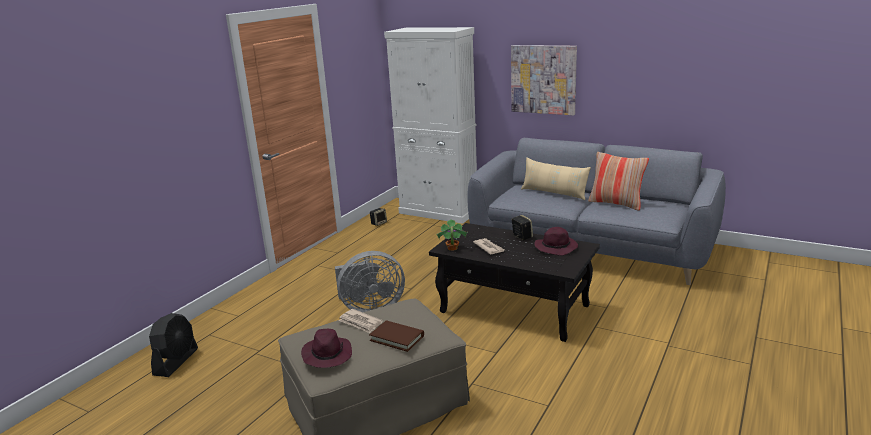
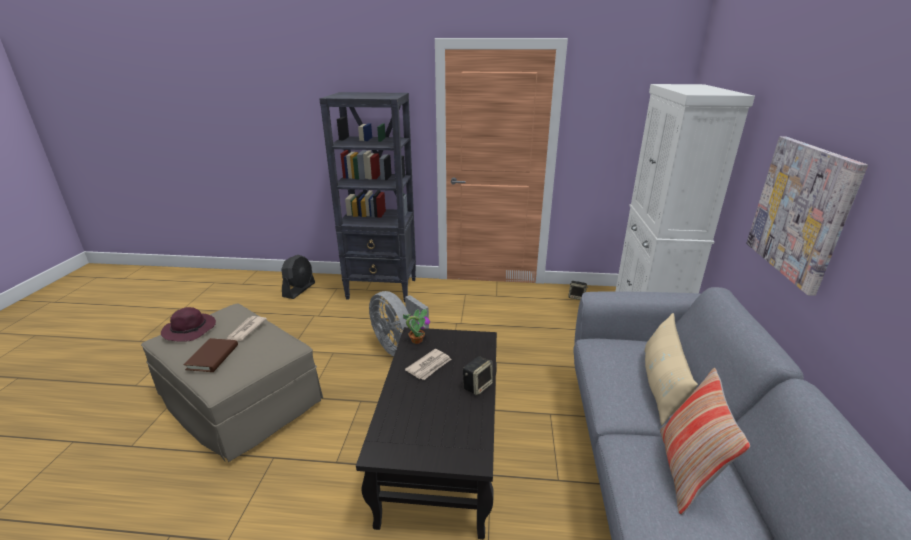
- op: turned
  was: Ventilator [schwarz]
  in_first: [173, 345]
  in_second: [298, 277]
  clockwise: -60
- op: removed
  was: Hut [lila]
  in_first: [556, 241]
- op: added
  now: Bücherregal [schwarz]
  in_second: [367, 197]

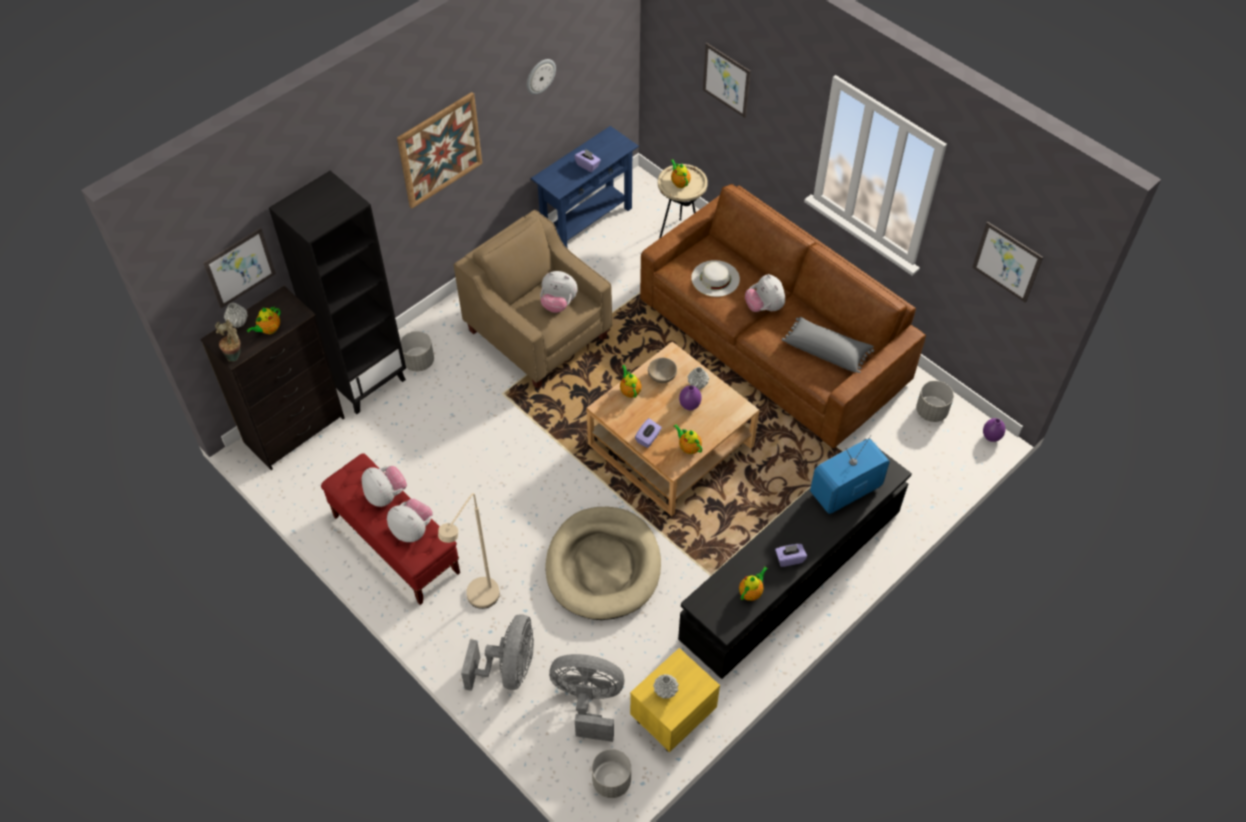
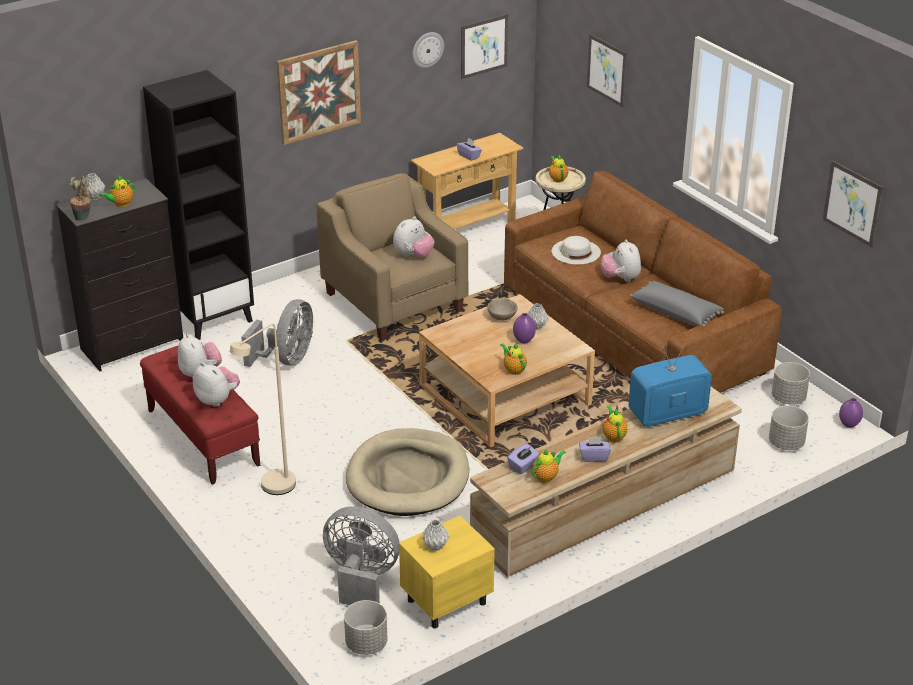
- op: moved
  was: Bild
  in_first: [239, 268]
  in_second: [484, 46]
- op: moved
  was: Pflanzkübel [grau]
  in_first: [417, 351]
  in_second: [789, 428]
- op: moved
  was: Ventilator [grau]
  in_first: [497, 652]
  in_second: [277, 333]
- op: recoloured
  was: Konsolentisch [blau]
  now: Konsolentisch [beige]
  in_first: [585, 186]
  in_second: [467, 181]
- op: turned
  was: Plüschtier
  in_first: [559, 292]
  in_second: [414, 236]
  clockwise: -75
- op: moved
  was: Teekanne
  in_first: [631, 381]
  in_second: [615, 424]
- op: moved
  was: Taschentuchbox [lila]
  in_first: [648, 433]
  in_second: [523, 458]
- op: recoloured
  was: Fernsehschrank [schwarz]
  now: Fernsehschrank [beige]
  in_first: [795, 559]
  in_second: [606, 482]

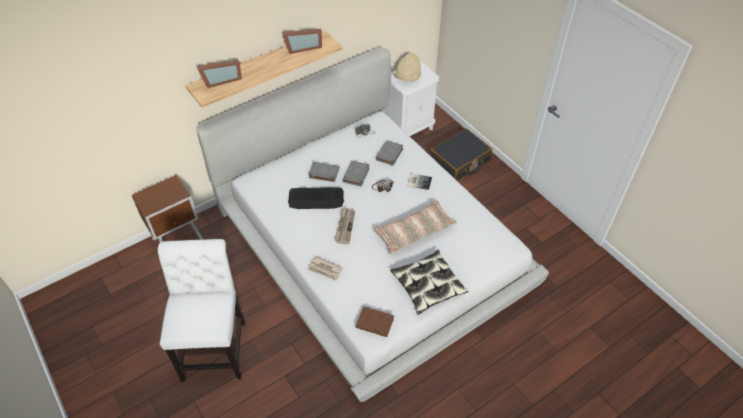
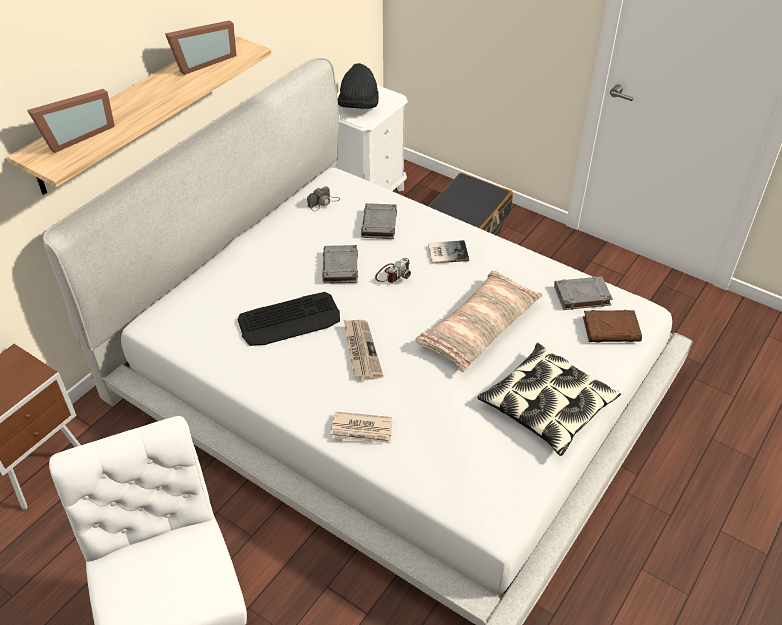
- op: moved
  was: Buch [grau]
  in_first: [323, 172]
  in_second: [583, 293]
- op: moved
  was: Buch [braun]
  in_first: [375, 321]
  in_second: [612, 326]
- op: recoloured
  was: Hut [beige]
  now: Hut [schwarz]
  in_first: [407, 67]
  in_second: [358, 86]

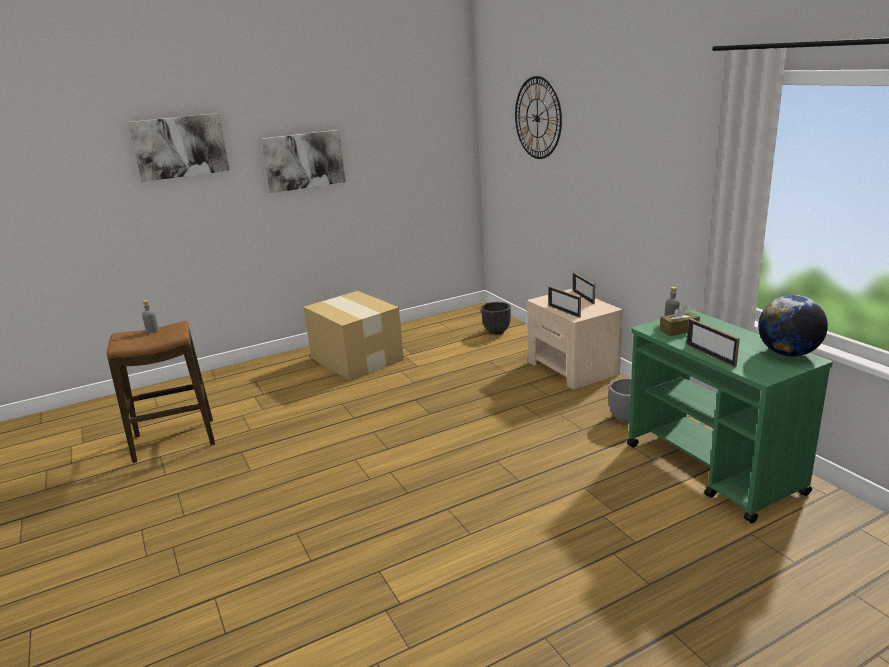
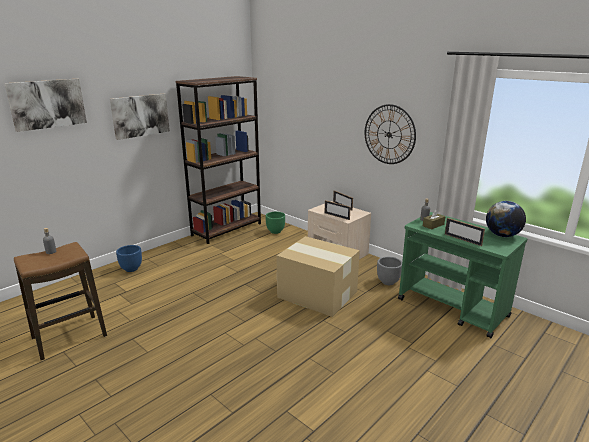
- op: moved
  was: Karton
  in_first: [353, 336]
  in_second: [318, 276]
- op: recoloured
  was: Pflanzkübel [schwarz]
  now: Pflanzkübel [grün]
  in_first: [496, 318]
  in_second: [275, 223]
- op: moved
  was: Wanduhr
  in_first: [538, 117]
  in_second: [390, 134]
- op: added
  now: Pflanzkübel [blau]
  in_second: [129, 258]
- op: added
  now: Bücherregal [braun]
  in_second: [218, 160]

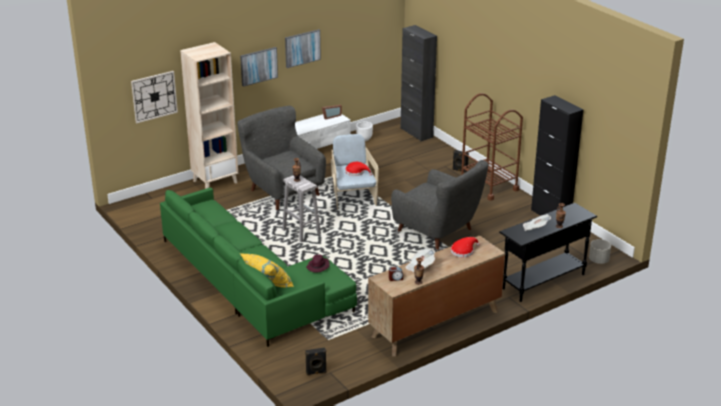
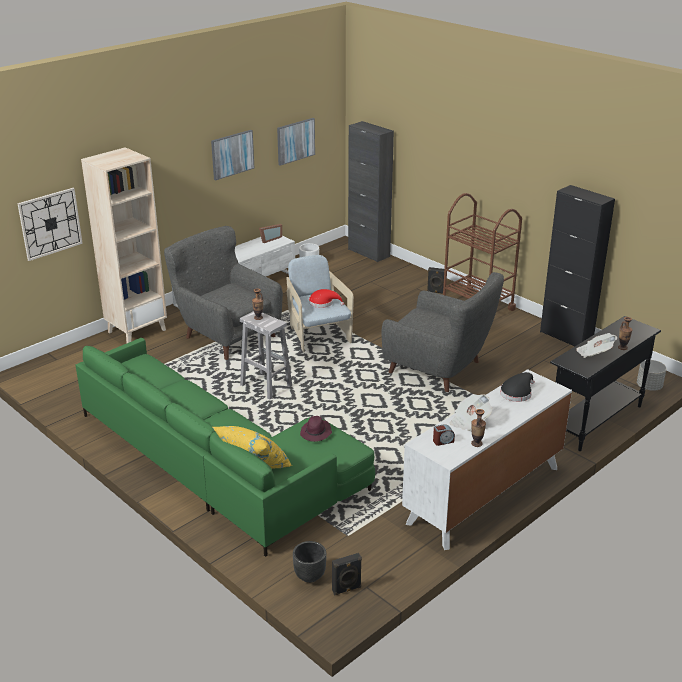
- op: moved
  was: Bild
  in_first: [259, 67]
  in_second: [296, 142]
- op: recoloured
  was: Kommode [braun]
  now: Kommode [weiß]
  in_first: [436, 296]
  in_second: [487, 459]
- op: recoloured
  was: Hut [rot]
  now: Hut [schwarz]
  in_first: [465, 247]
  in_second: [517, 387]
- op: added
  now: Pflanzkübel [schwarz]
  in_second: [309, 562]

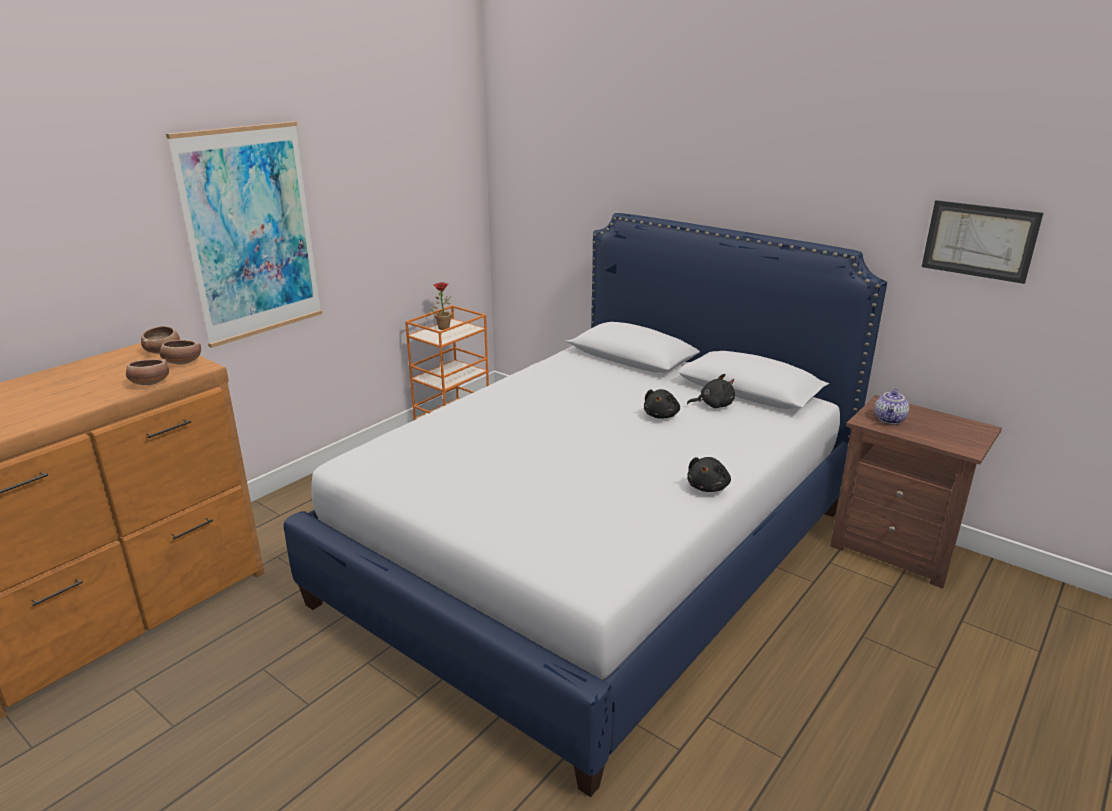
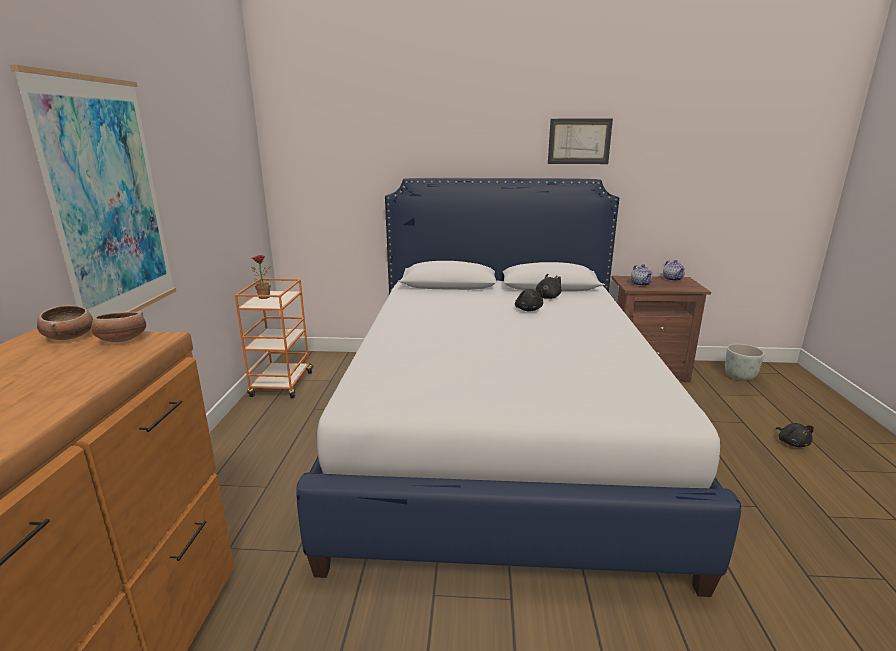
- op: removed
  was: Schüssel
  in_first: [147, 372]
- op: moved
  was: Plüschtier [schwarz]
  in_first: [709, 474]
  in_second: [795, 435]
- op: moved
  was: Bild
  in_first: [982, 242]
  in_second: [580, 141]
- op: added
  now: Teekanne
  in_second: [674, 270]
- op: added
  now: Pflanzkübel [grau]
  in_second: [745, 362]

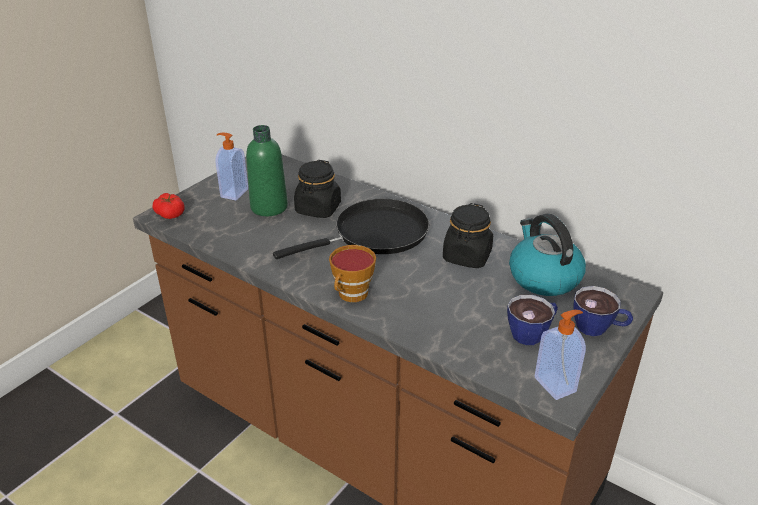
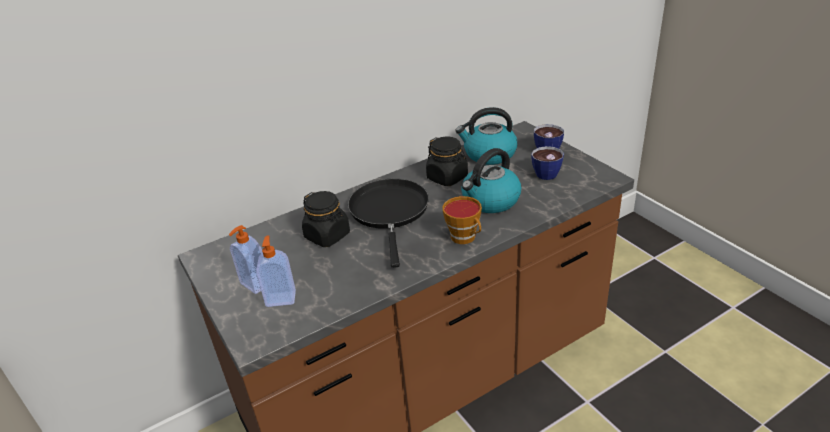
- op: removed
  was: Tomate
  in_first: [168, 206]
- op: removed
  was: Flasche [grün]
  in_first: [267, 170]
- op: moved
  was: Seifenspender
  in_first: [560, 355]
  in_second: [276, 271]
- op: added
  now: Wasserkessel
  in_second: [491, 180]

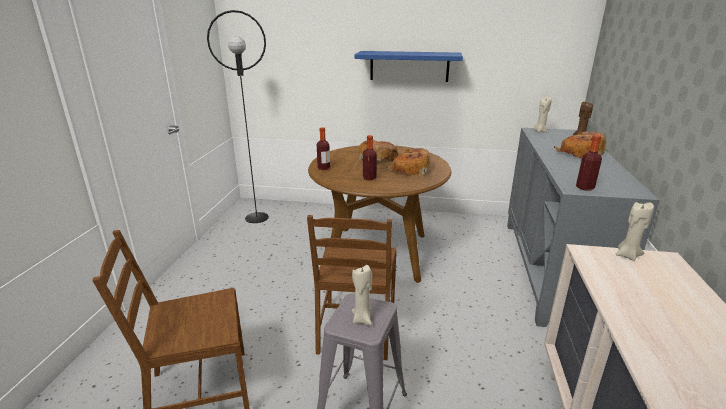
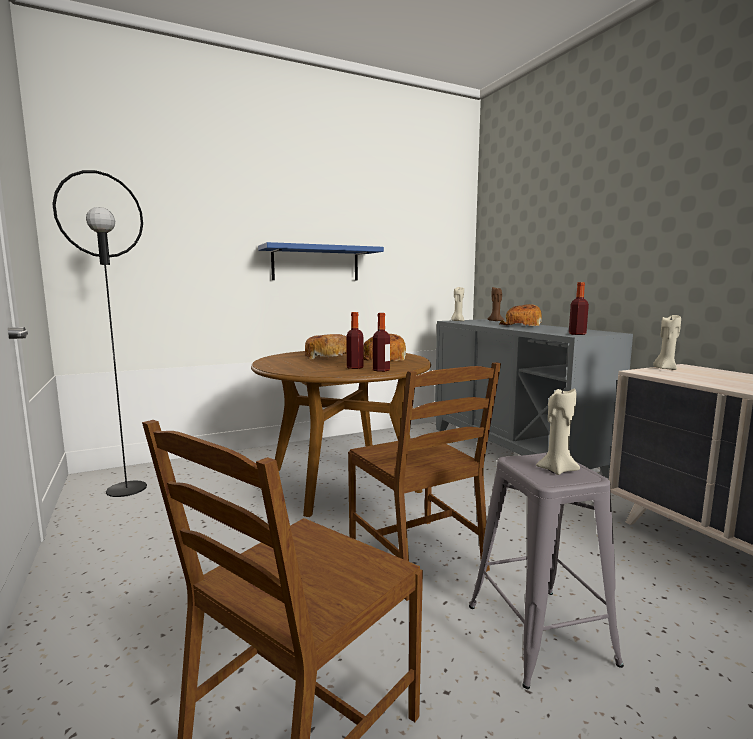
- op: moved
  was: Flasche
  in_first: [323, 148]
  in_second: [381, 342]

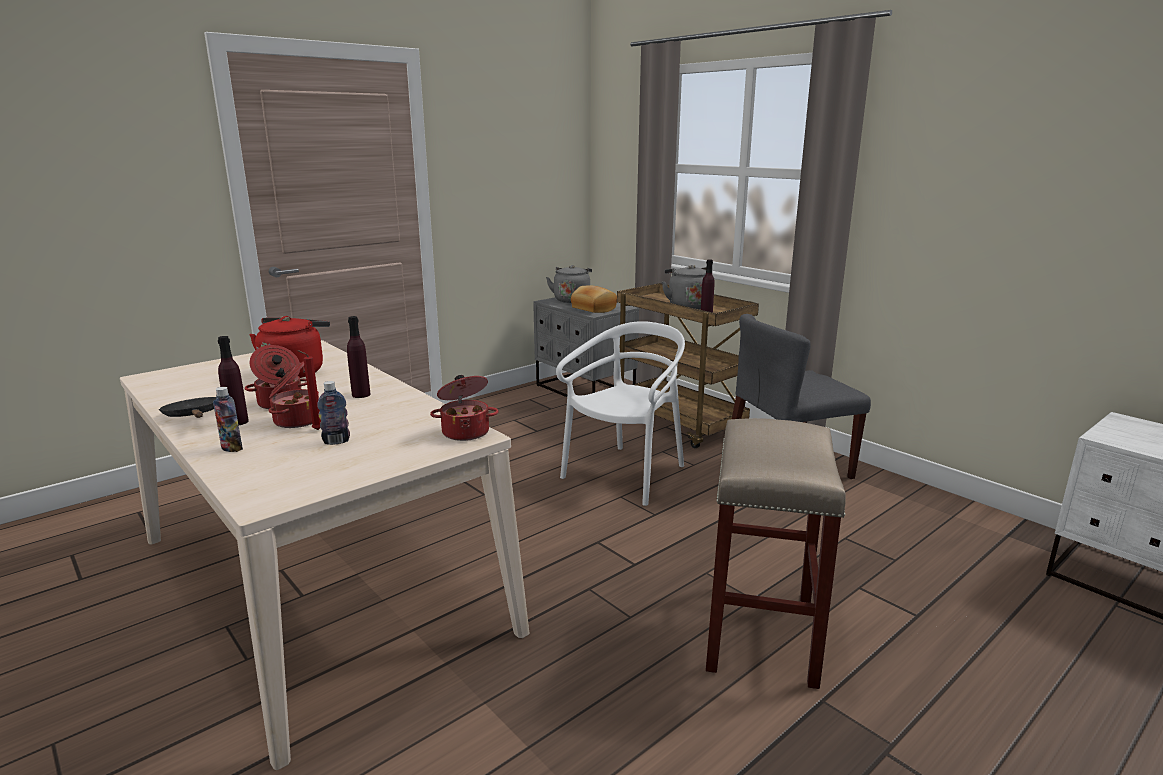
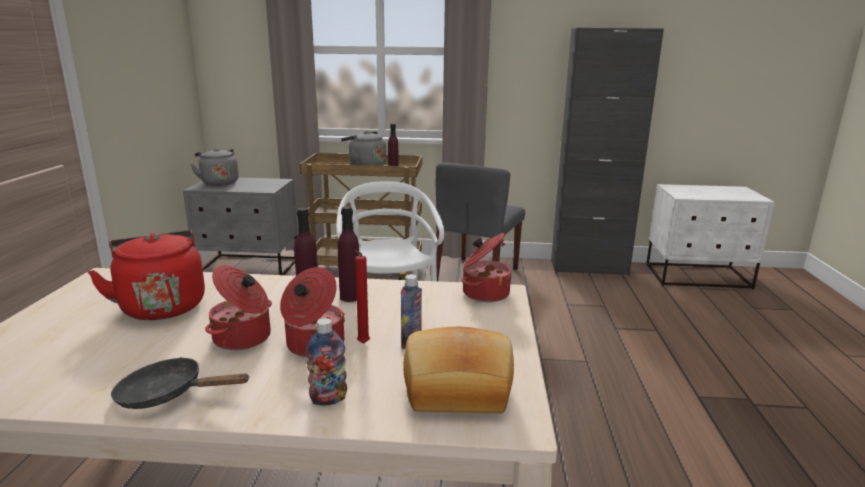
- op: moved
  was: Flasche [lila]
  in_first: [233, 380]
  in_second: [348, 254]
- op: moved
  was: Brot
  in_first: [594, 299]
  in_second: [458, 370]
- op: removed
  was: Hocker [beige]
  in_first: [776, 553]
- op: added
  now: Schrank [schwarz]
  in_second: [607, 152]

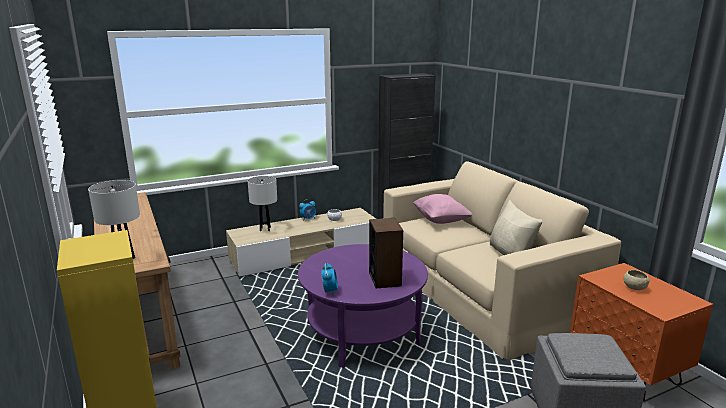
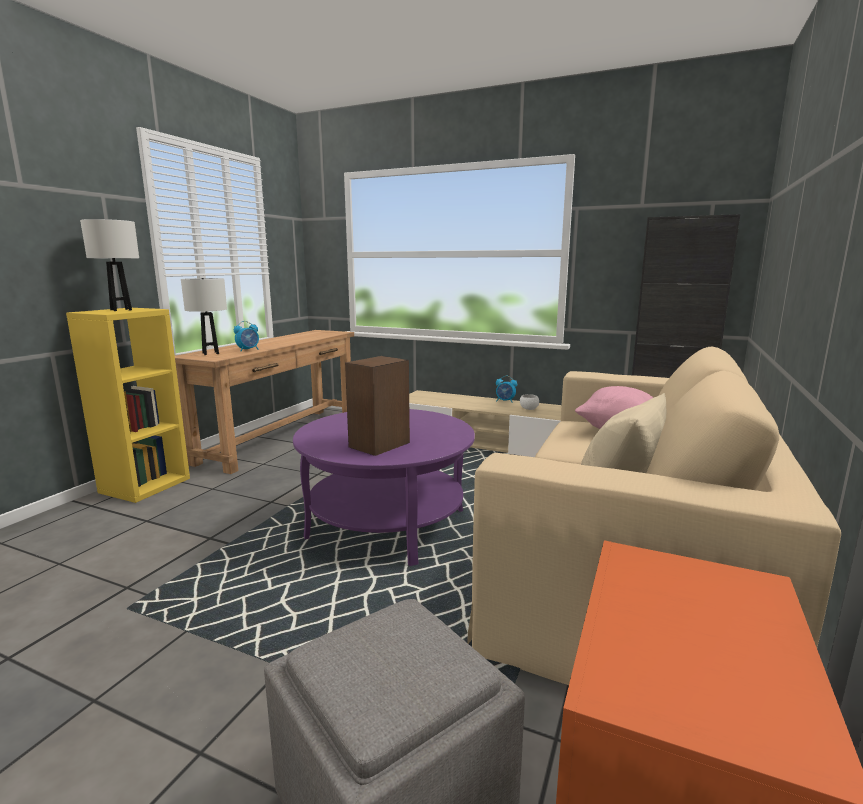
- op: moved
  was: Tischlampe [weiß]
  in_first: [262, 203]
  in_second: [109, 265]
- op: moved
  was: Wecker
  in_first: [330, 279]
  in_second: [246, 336]
- op: removed
  was: Schüssel [beige]
  in_first: [636, 280]

